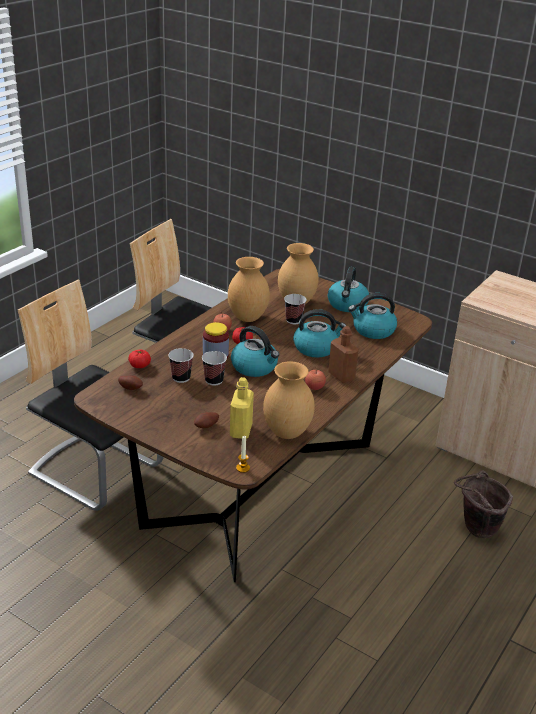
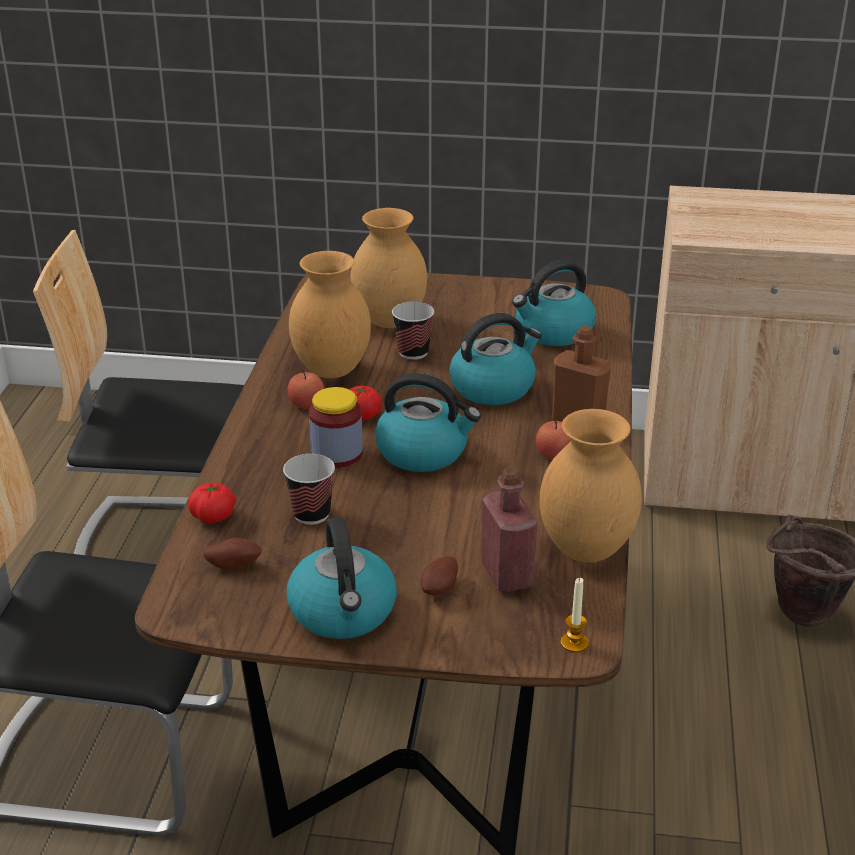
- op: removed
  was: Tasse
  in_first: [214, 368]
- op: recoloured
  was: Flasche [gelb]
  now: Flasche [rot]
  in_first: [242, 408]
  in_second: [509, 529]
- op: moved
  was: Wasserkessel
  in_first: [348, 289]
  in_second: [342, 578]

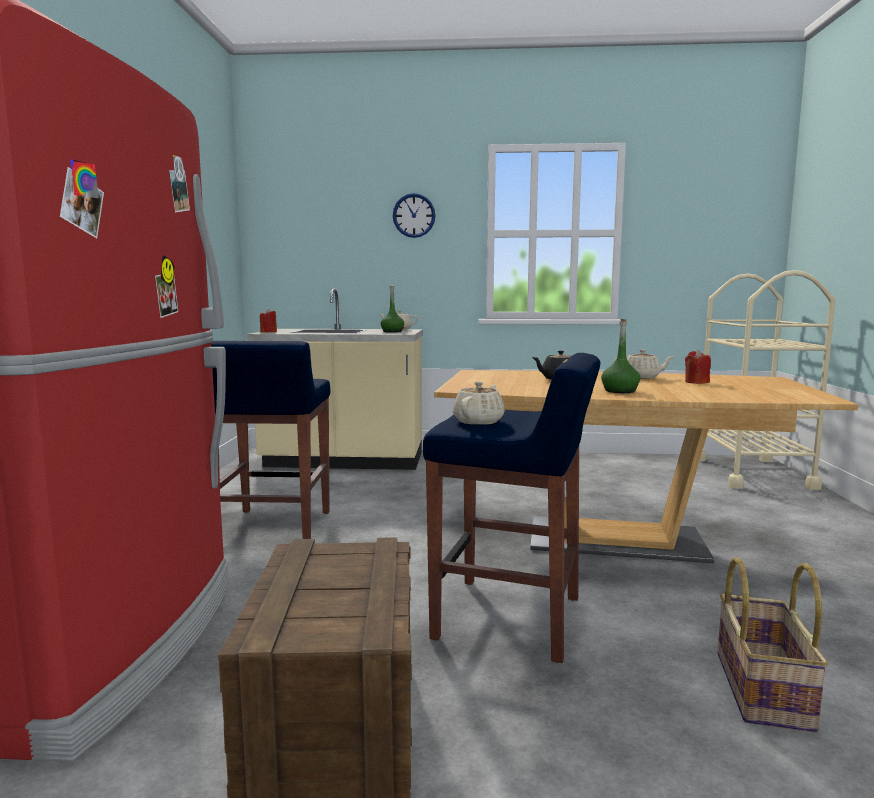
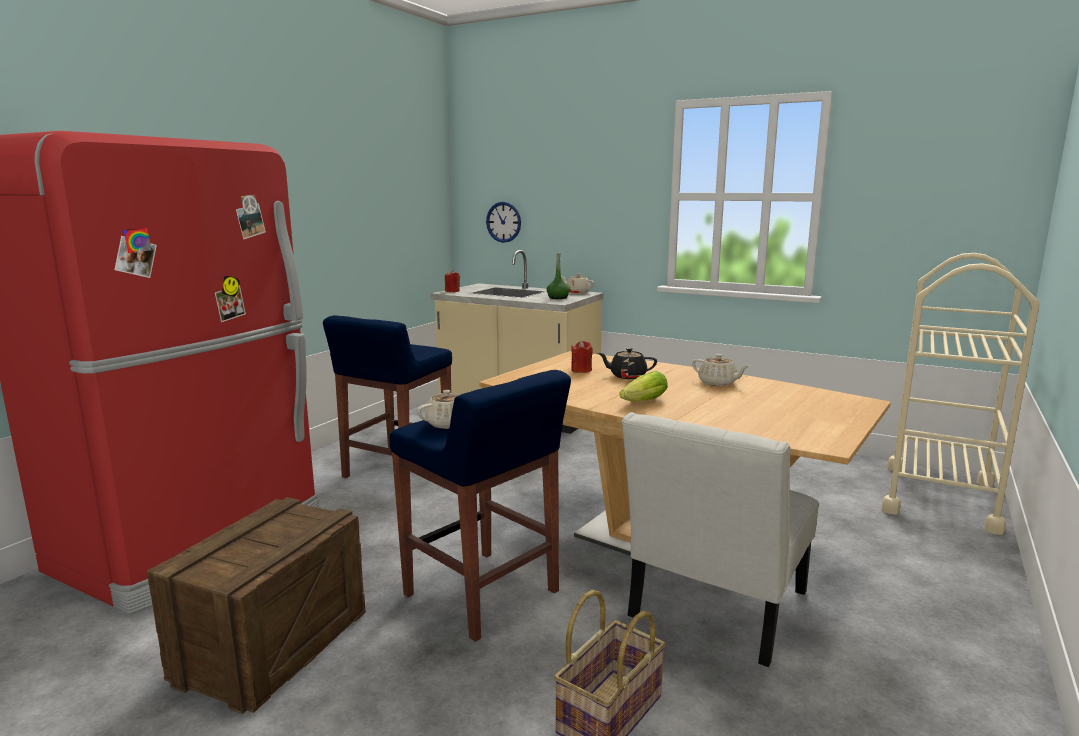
- op: moved
  was: Wanduhr
  in_first: [414, 215]
  in_second: [503, 222]
- op: replaced
  was: Flasche [grün]
  now: Salatkopf
  in_first: [621, 356]
  in_second: [643, 386]
- op: moved
  was: Kerze [rot]
  in_first: [698, 367]
  in_second: [582, 357]
- op: added
  now: Stuhl [weiß]
  in_second: [720, 539]

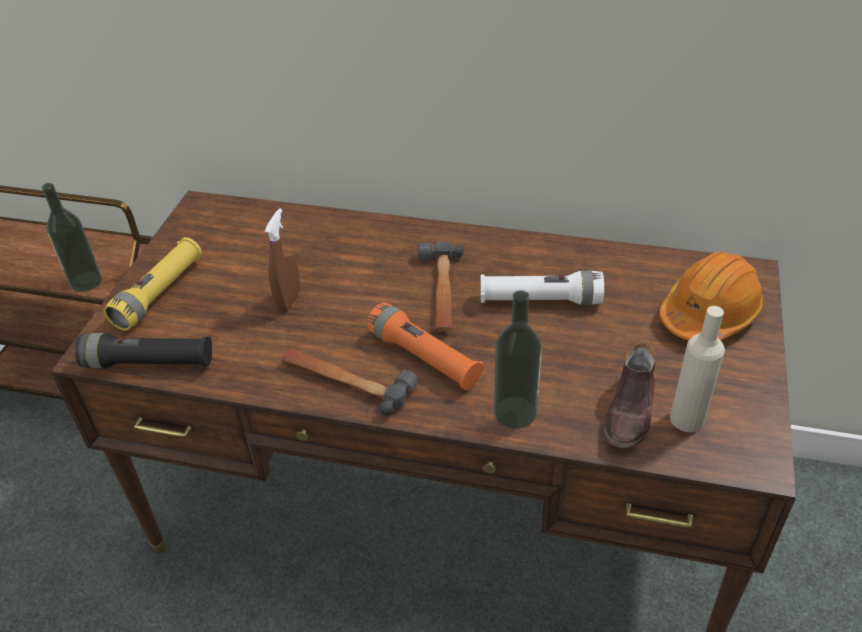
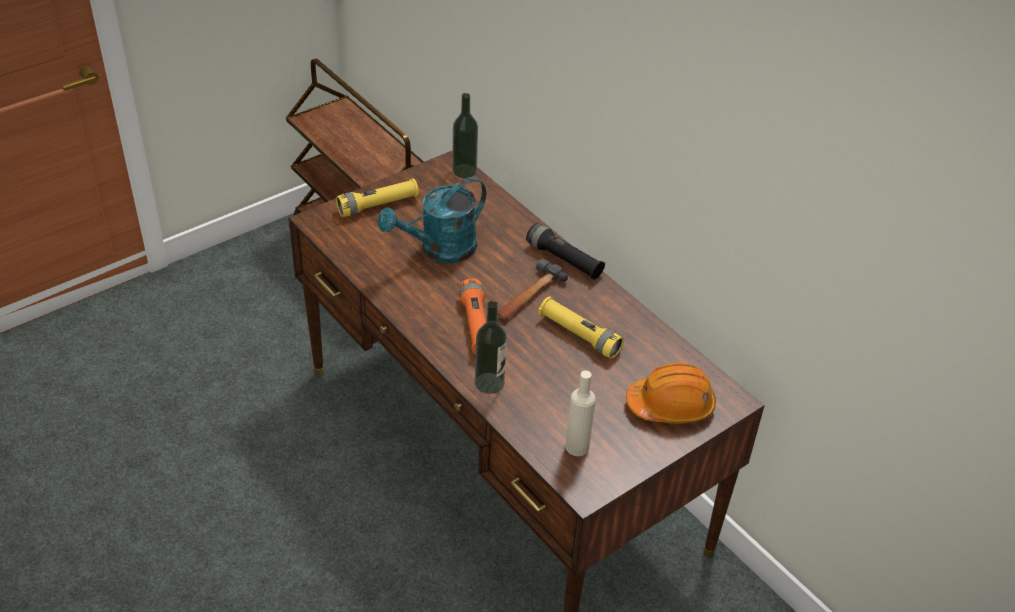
- op: moved
  was: Flasche
  in_first: [72, 237]
  in_second: [465, 135]
- op: moved
  was: Taschenlampe [schwarz]
  in_first: [143, 351]
  in_second: [565, 251]
- op: replaced
  was: Sprühflasche [braun]
  now: Gießkanne [türkis]
  in_first: [282, 260]
  in_second: [431, 220]
- op: removed
  was: Hammer
  in_first: [349, 382]
- op: recoloured
  was: Taschenlampe [weiß]
  now: Taschenlampe [gelb]
  in_first: [542, 288]
  in_second: [581, 328]
- op: removed
  was: Schuh [braun]
  in_first: [630, 395]

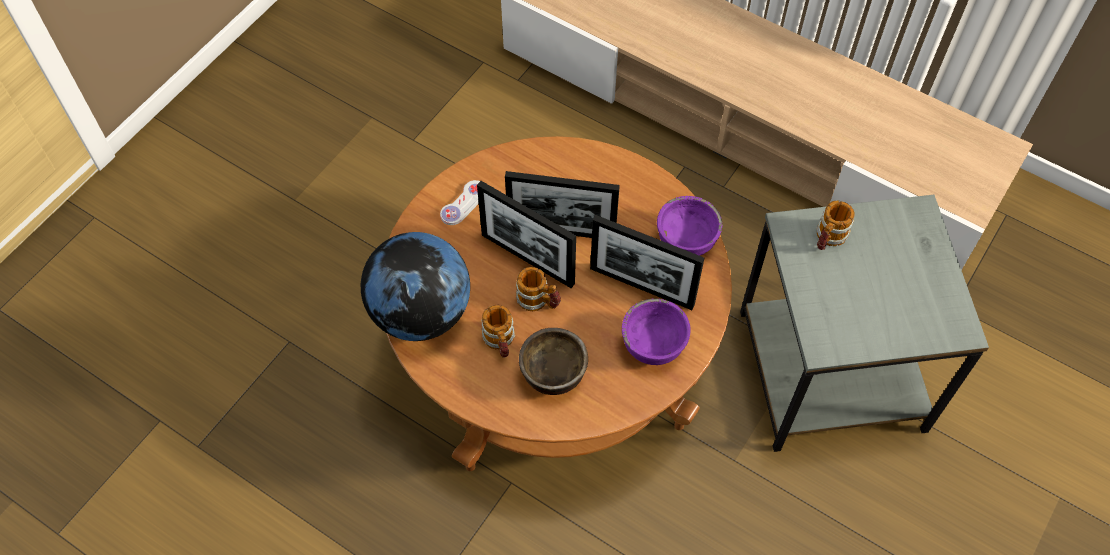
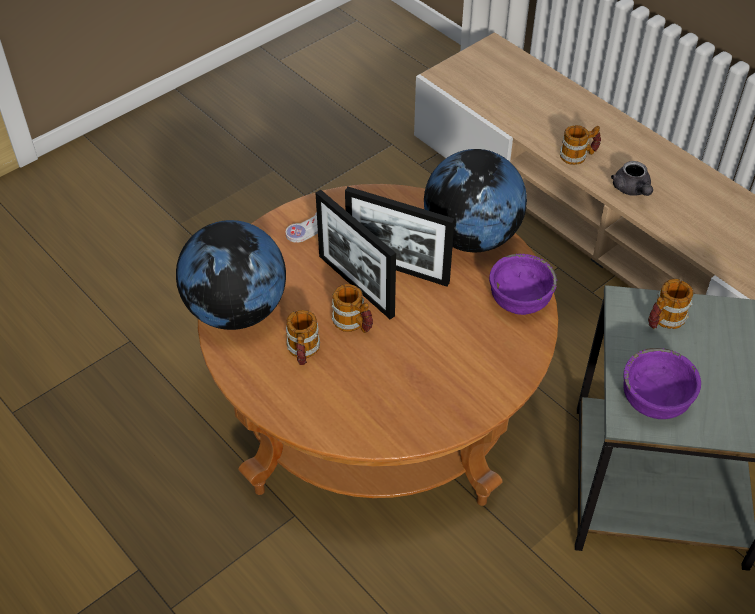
- op: removed
  was: Schüssel [braun]
  in_first: [553, 361]
- op: removed
  was: Bilderrahmen
  in_first: [647, 262]
- op: moved
  was: Schüssel [lila]
  in_first: [656, 331]
  in_second: [662, 383]
- op: added
  now: Globus
  in_second: [475, 200]
- op: added
  now: Henkelbecher
  in_second: [580, 145]
- op: added
  now: Teekanne [grau]
  in_second: [632, 178]

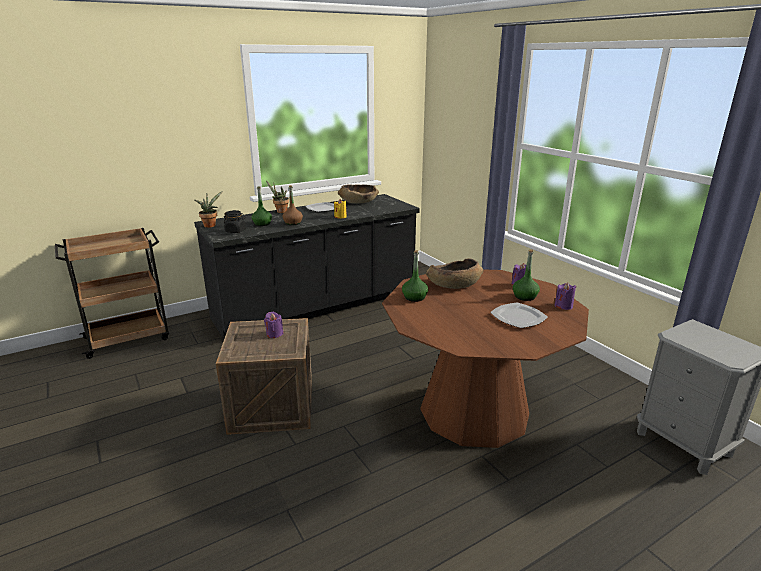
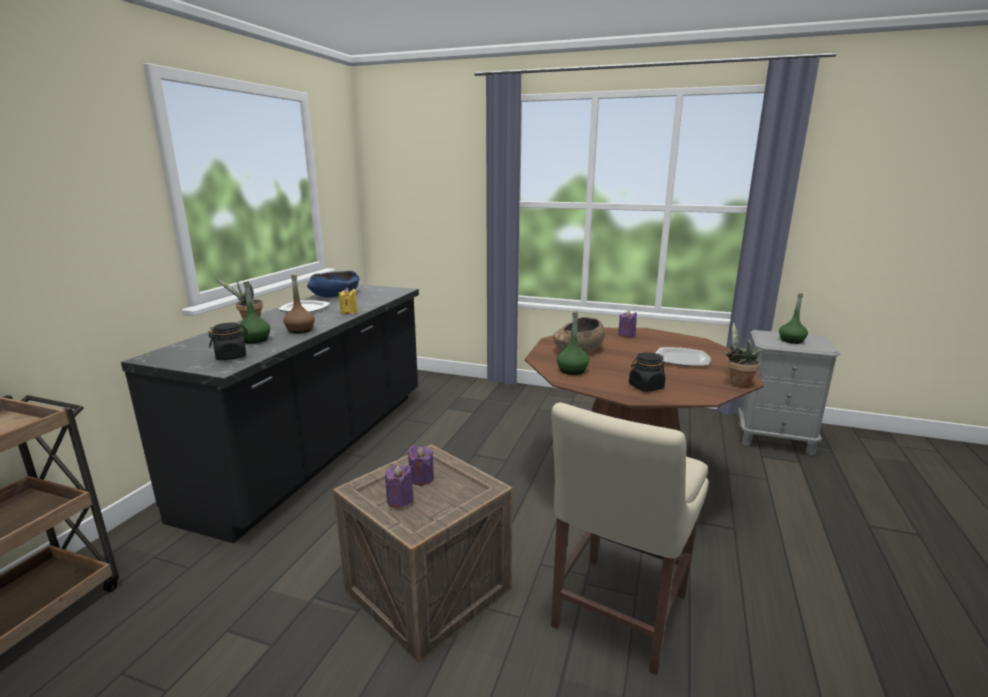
- op: moved
  was: Topfpflanze
  in_first: [209, 209]
  in_second: [742, 354]
- op: recoloured
  was: Schüssel [braun]
  now: Schüssel [blau]
  in_first: [358, 194]
  in_second: [333, 284]
- op: moved
  was: Flasche [grün]
  in_first: [526, 275]
  in_second: [793, 318]
- op: moved
  was: Kerze [lila]
  in_first: [565, 296]
  in_second: [399, 486]
- op: added
  now: Stuhl [beige]
  in_second: [630, 539]
- op: added
  now: Vorratsglas [schwarz]
  in_second: [647, 372]

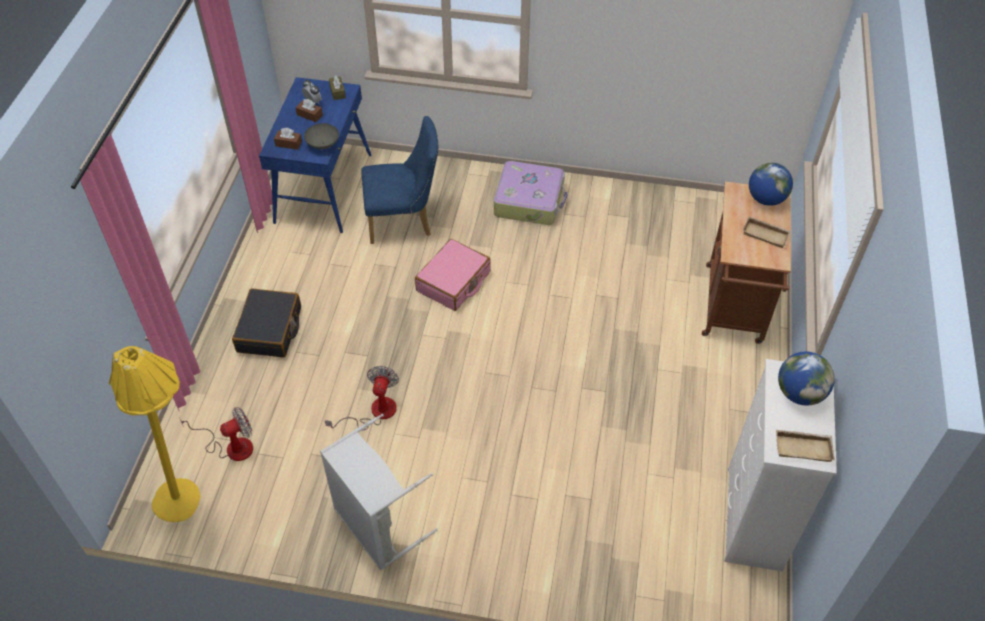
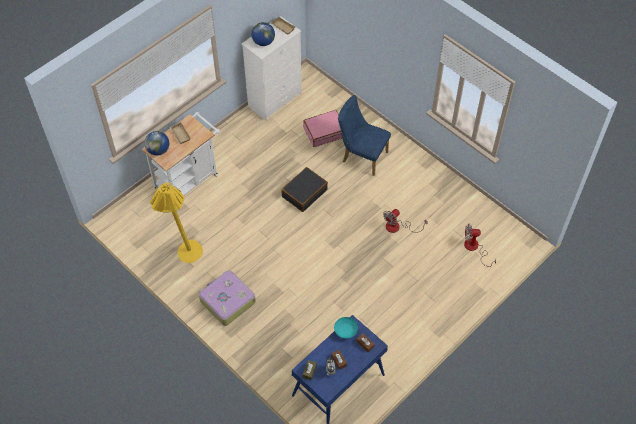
- op: moved
  was: Stehlampe [gelb]
  in_first: [154, 434]
  in_second: [176, 222]
- op: moved
  was: Koffer [schwarz]
  in_first: [266, 323]
  in_second: [304, 189]
- op: recoloured
  was: Schüssel [grau]
  now: Schüssel [türkis]
  in_first: [321, 136]
  in_second: [346, 328]
- op: removed
  was: Wäschekorb [grau]
  in_first: [379, 492]
- op: moved
  was: Stuhl [blau]
  in_first: [399, 180]
  in_second: [364, 135]
- op: moved
  was: Koffer [rosa]
  in_first: [453, 275]
  in_second: [322, 128]
- op: recoloured
  was: Rollwagen [braun]
  now: Rollwagen [weiß]
  in_first: [746, 263]
  in_second: [181, 153]

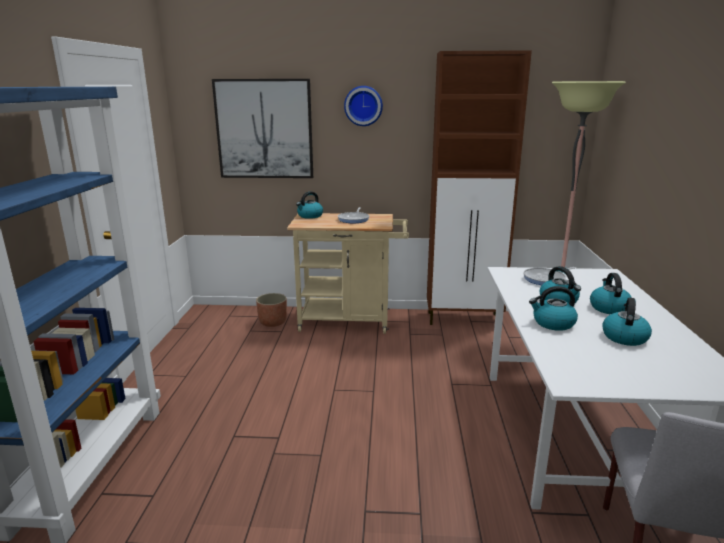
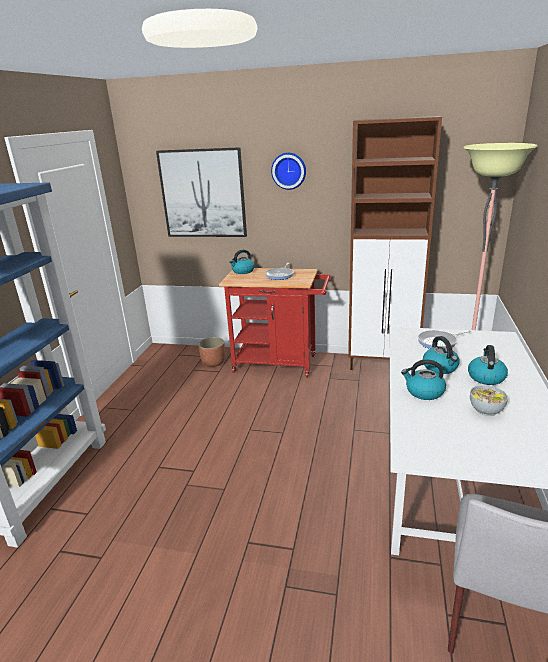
- op: recoloured
  was: Rollwagen [beige]
  now: Rollwagen [rot]
  in_first: [348, 273]
  in_second: [275, 322]
- op: replaced
  was: Wasserkessel
  now: Schüssel
  in_first: [627, 322]
  in_second: [489, 400]

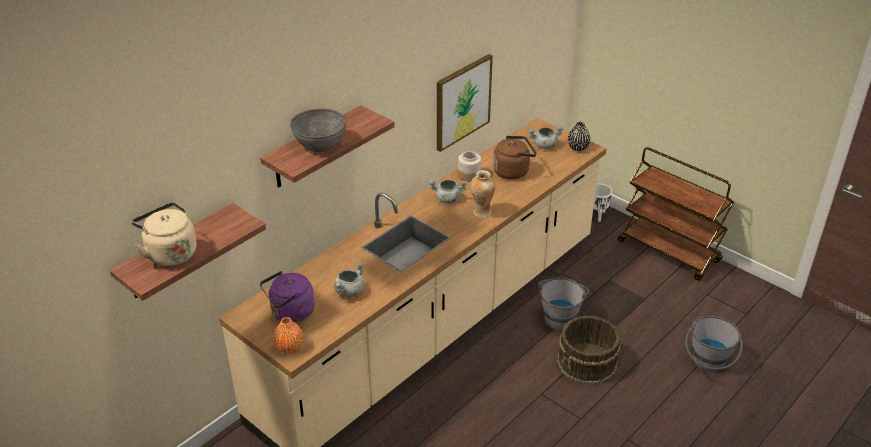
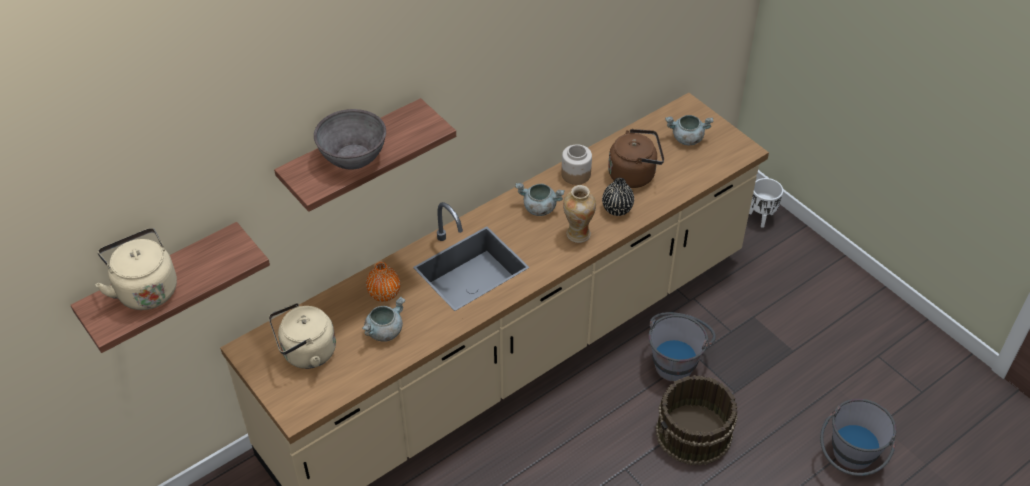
- op: recoloured
  was: Wasserkessel [lila]
  now: Wasserkessel [beige]
  in_first: [287, 297]
  in_second: [302, 336]
- op: moved
  was: Vase [orange]
  in_first: [288, 335]
  in_second: [383, 282]
- op: removed
  was: Bild
  in_first: [465, 103]
- op: moved
  was: Vase [schwarz]
  in_first: [579, 136]
  in_second: [618, 197]
- op: removed
  was: Rollwagen [braun]
  in_first: [676, 214]

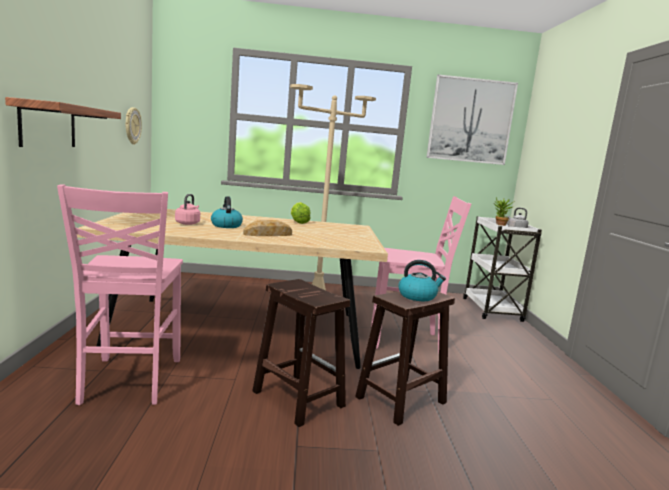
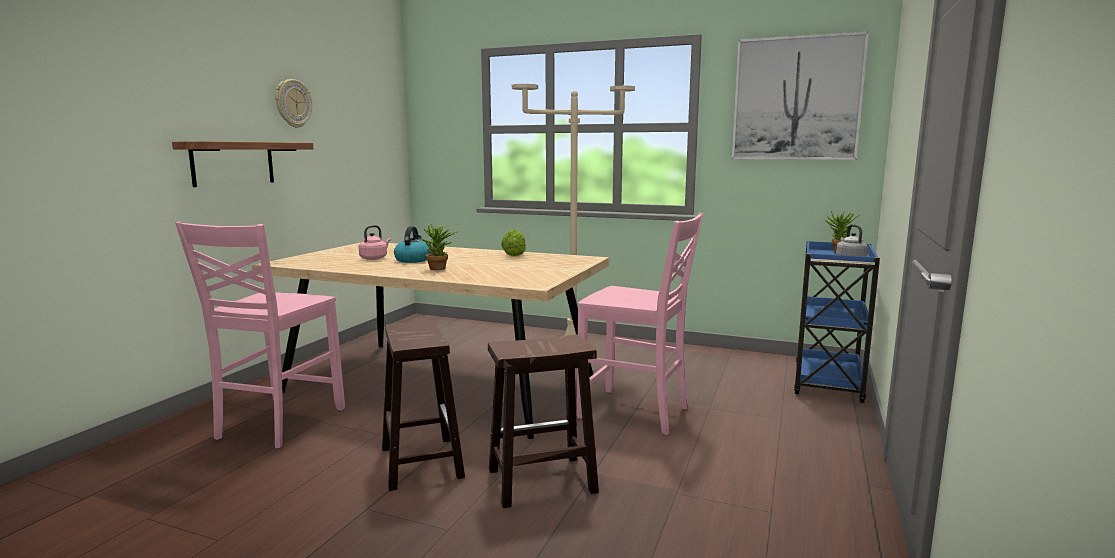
- op: moved
  was: Wanduhr
  in_first: [134, 126]
  in_second: [293, 103]
- op: replaced
  was: Brot
  now: Topfpflanze
  in_first: [267, 228]
  in_second: [438, 246]
- op: removed
  was: Wasserkessel
  in_first: [422, 280]
- op: recoloured
  was: Rollwagen [weiß]
  now: Rollwagen [blau]
  in_first: [502, 269]
  in_second: [837, 322]

